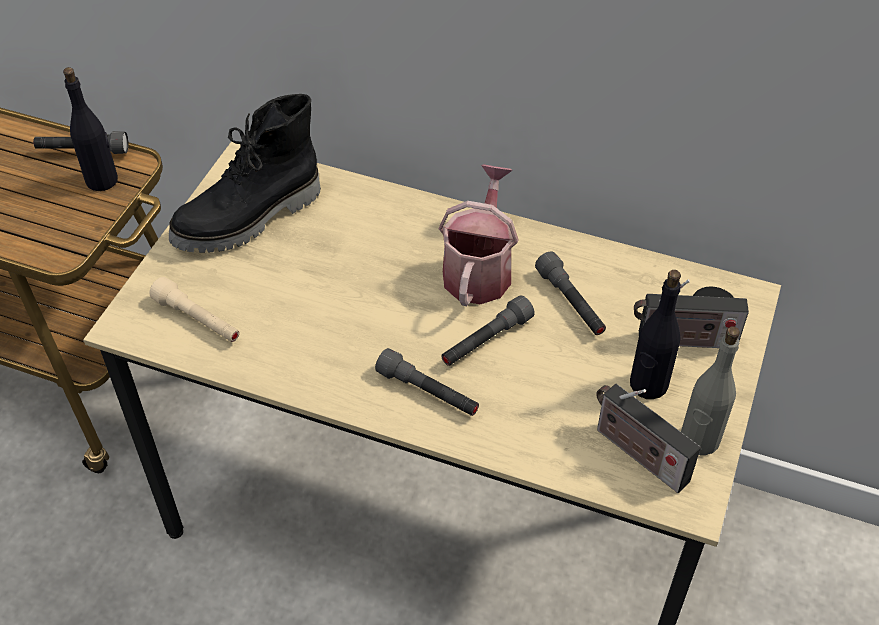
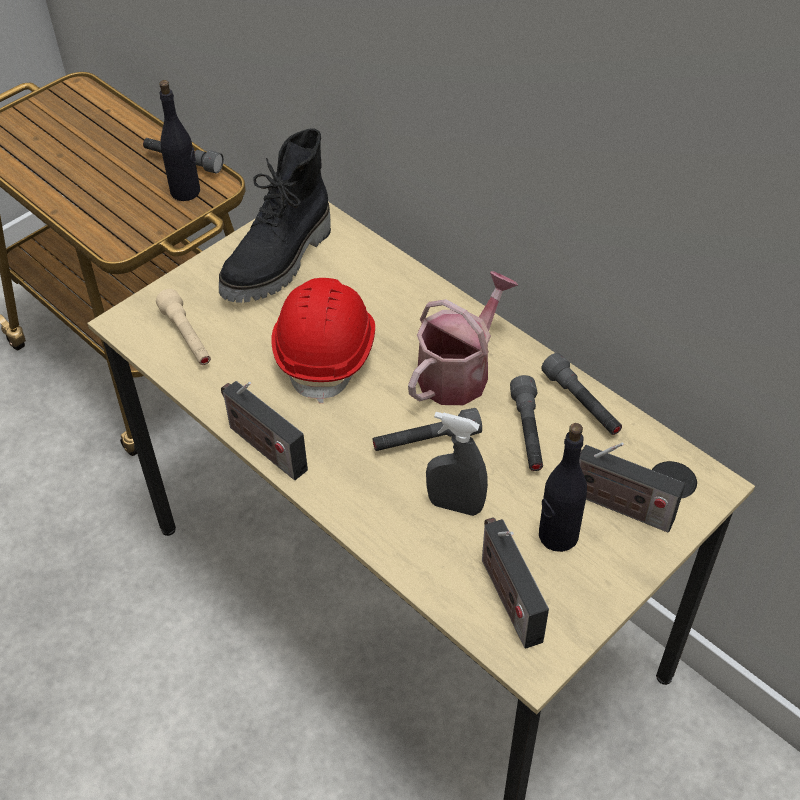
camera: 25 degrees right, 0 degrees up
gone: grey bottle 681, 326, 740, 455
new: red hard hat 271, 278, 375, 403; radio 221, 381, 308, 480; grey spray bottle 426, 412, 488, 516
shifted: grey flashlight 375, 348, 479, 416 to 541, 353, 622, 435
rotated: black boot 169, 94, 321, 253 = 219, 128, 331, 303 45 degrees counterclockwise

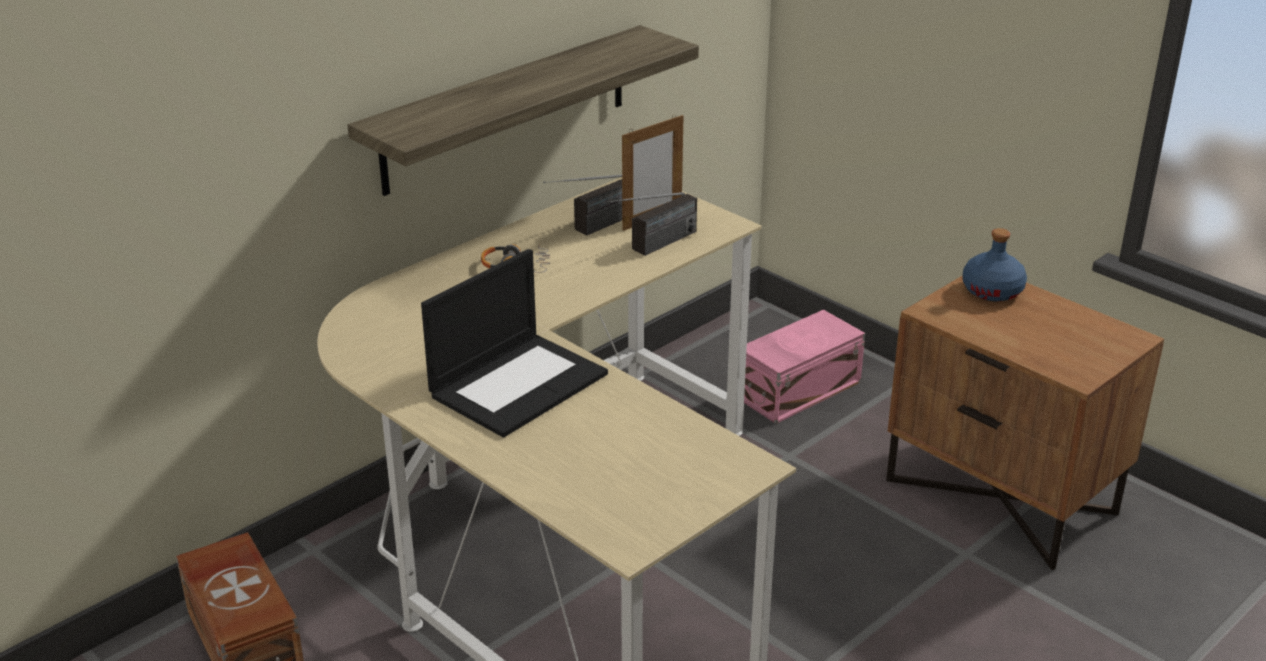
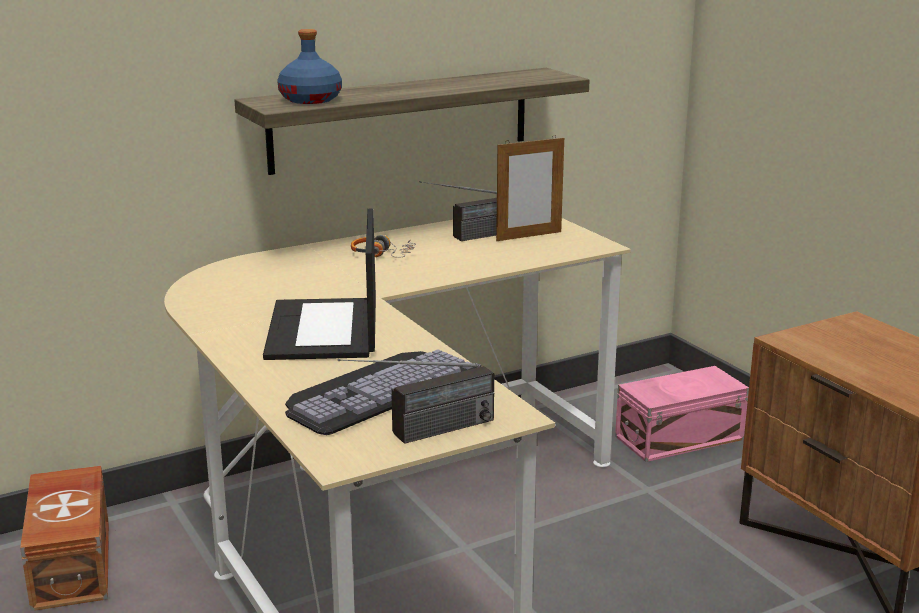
camera: 15 degrees right, 10 degrees down
new: keyboard 285, 349, 477, 435
shifted: radio 603, 192, 697, 256 to 338, 359, 494, 444; blue bottle 962, 228, 1027, 301 to 277, 29, 342, 104
rotated: laptop 421, 249, 608, 437 = 263, 209, 376, 360 120 degrees clockwise

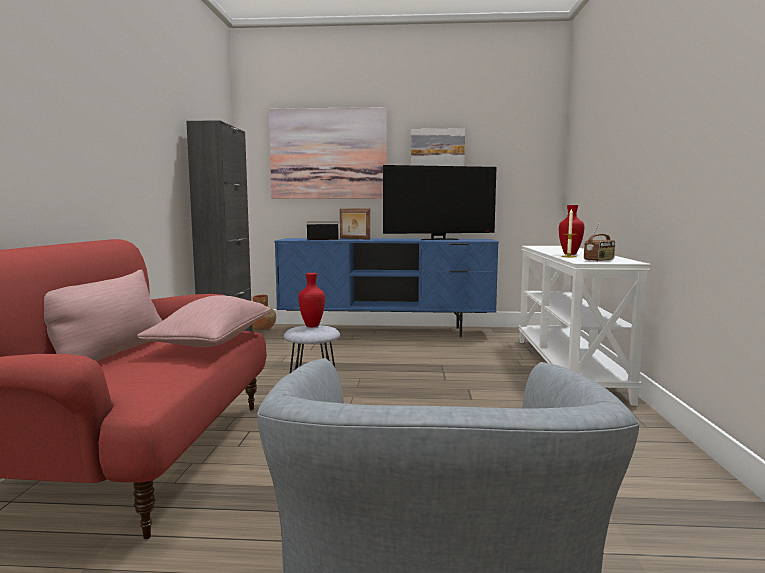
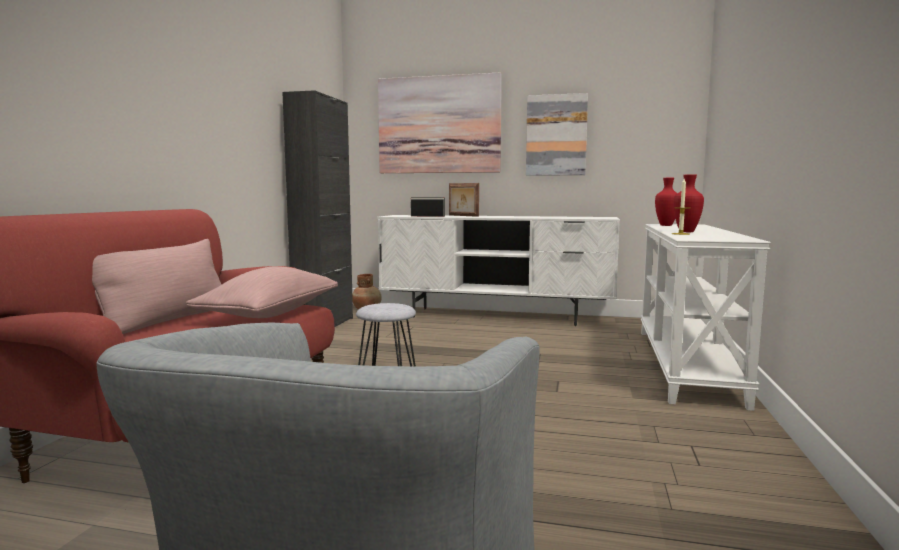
camera: 10 degrees right, 0 degrees up
gone: television 383, 165, 497, 240; radio 584, 223, 615, 262
shifted: red vase 298, 273, 325, 327 to 655, 178, 677, 226
repainted: blue tv stand 275, 238, 499, 337 to white tv stand 377, 215, 620, 326

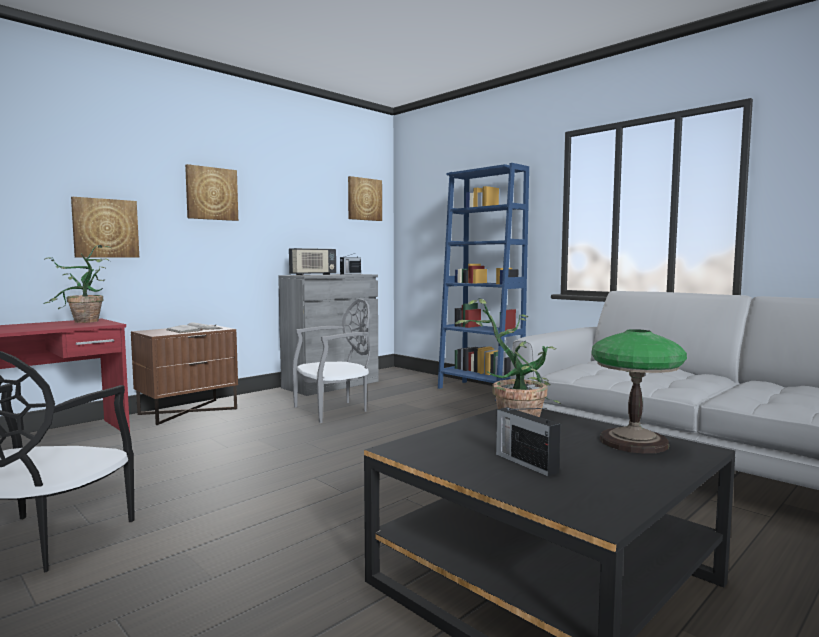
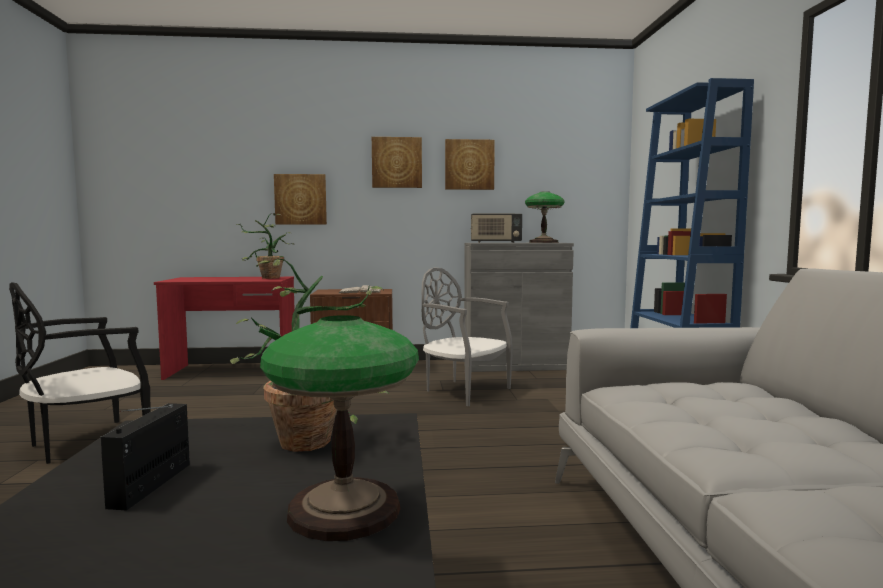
camera: 40 degrees right, 0 degrees up
shifted: picture 348, 176, 382, 221 to 445, 139, 495, 190
swapped: radio 340, 253, 361, 275 to table lamp 525, 191, 565, 243
rotated: grey chair 292, 299, 370, 423 = 422, 267, 513, 406 150 degrees counterclockwise

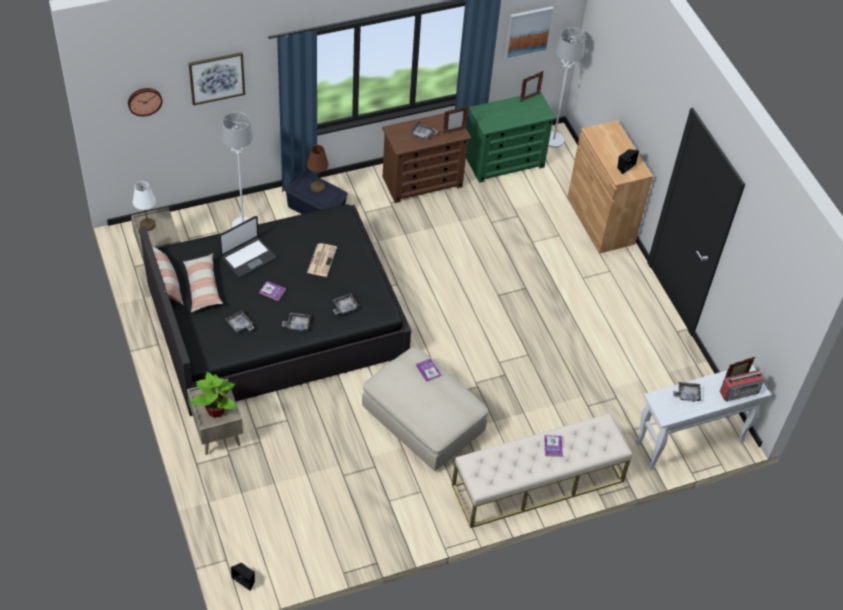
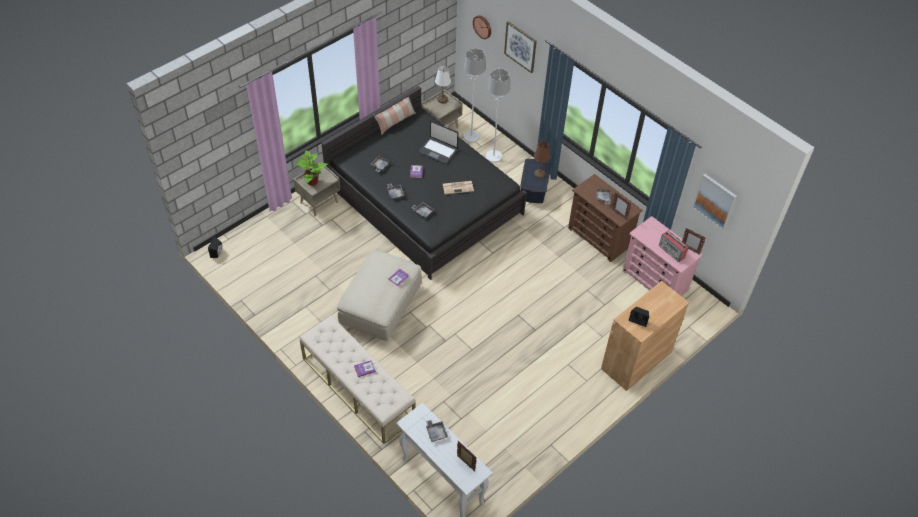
camera: 70 degrees right, 0 degrees up
gone: pillow 183, 253, 223, 312
shifted: white floor lamp 548, 27, 585, 148 to 463, 48, 486, 143; radio 720, 370, 765, 401 to 659, 230, 689, 262
repainted: green dresser 466, 91, 556, 183 to pink dresser 623, 216, 703, 296

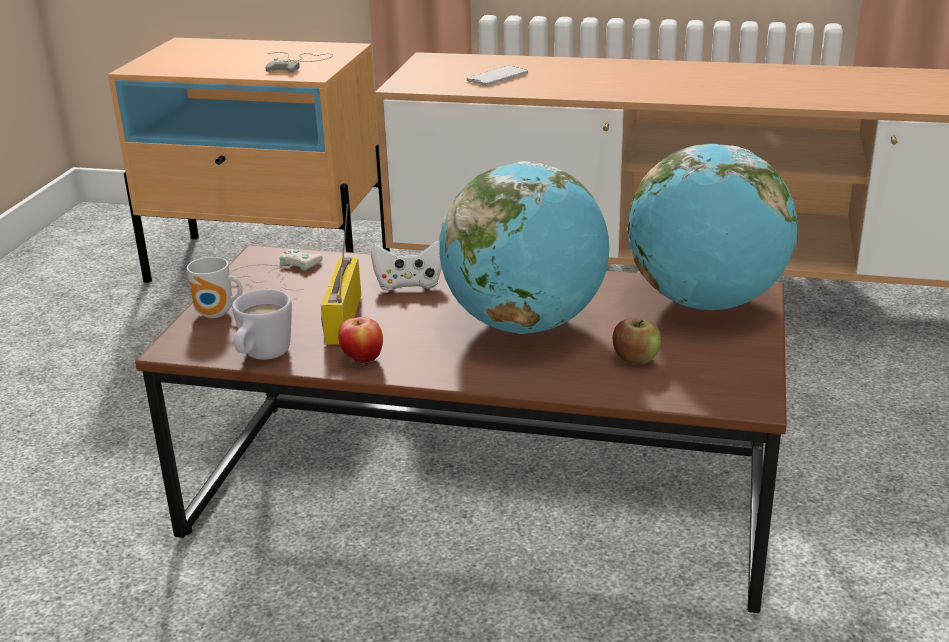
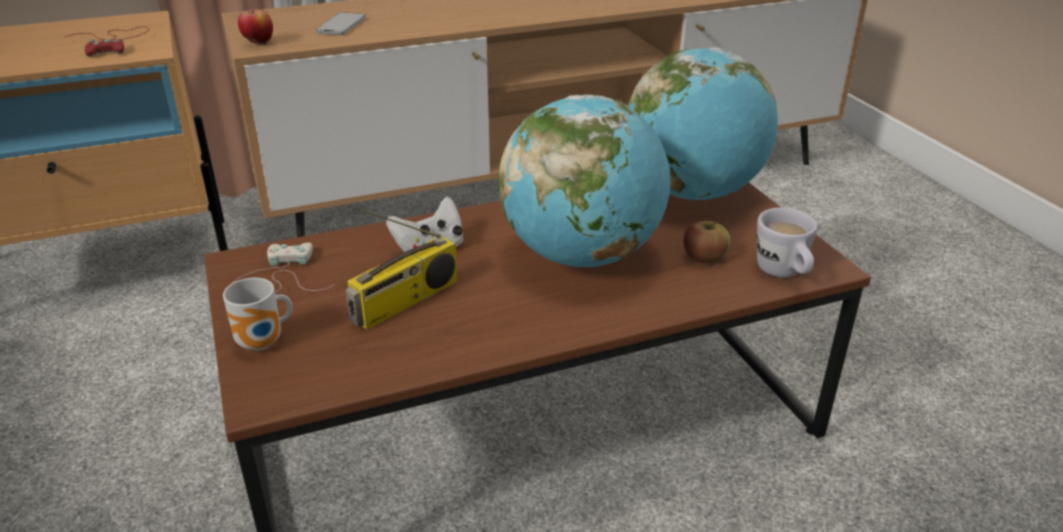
camera: 35 degrees left, 5 degrees up
shifted: white mug 232, 289, 292, 360 to 757, 208, 817, 277; apple 338, 317, 383, 365 to 238, 9, 273, 45
repainted: grey game controller 265, 52, 333, 73 to red game controller 64, 26, 149, 57
rotated: radio 321, 204, 361, 345 = 345, 208, 458, 330 105 degrees counterclockwise

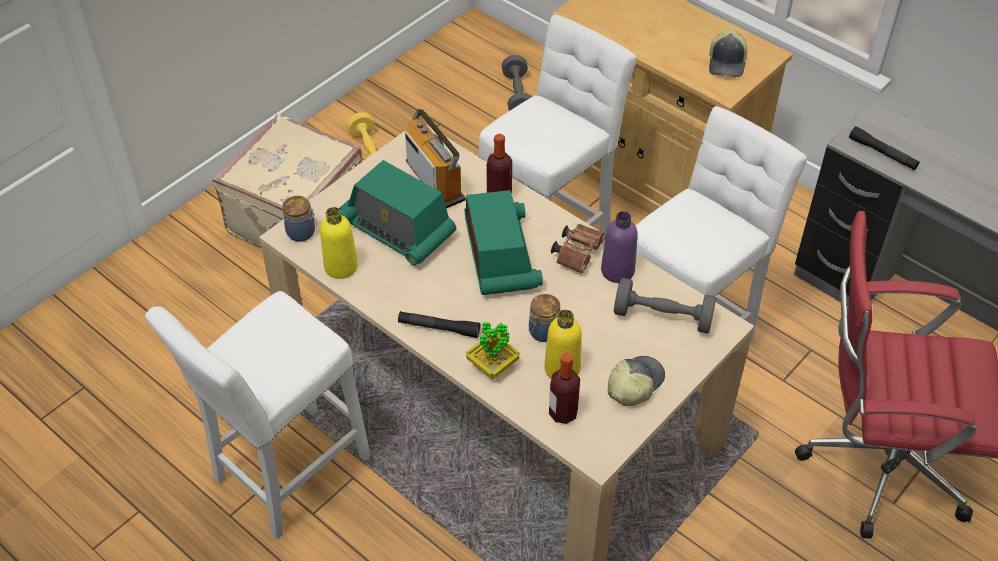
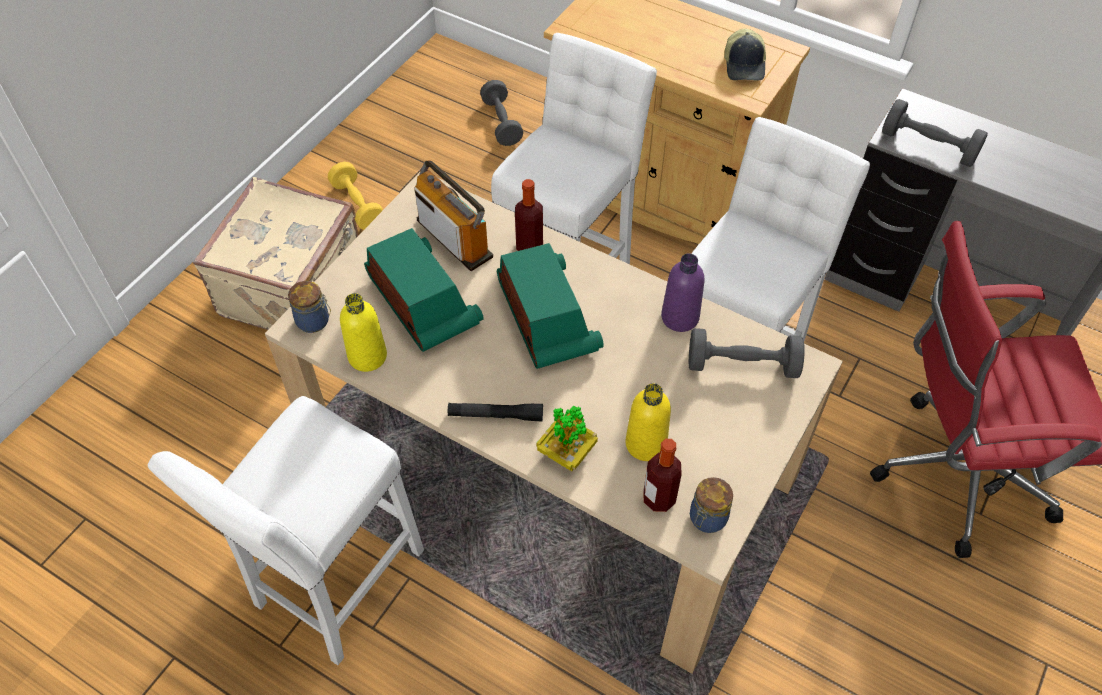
camera: 10 degrees left, 5 degrees up
gone: brown binoculars 551, 224, 606, 274; cap 608, 356, 665, 406
shifted: jar 529, 294, 560, 342 to 690, 477, 733, 533
swapped: black flashlight 849, 126, 920, 170 to grey dumbbell 882, 99, 988, 167
rotated: radio 339, 160, 456, 265 = 364, 228, 484, 352 150 degrees counterclockwise

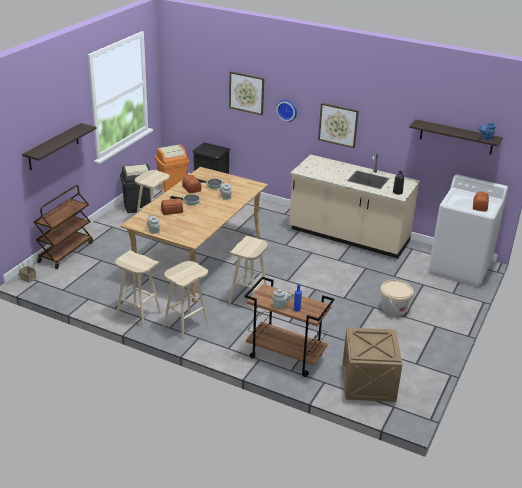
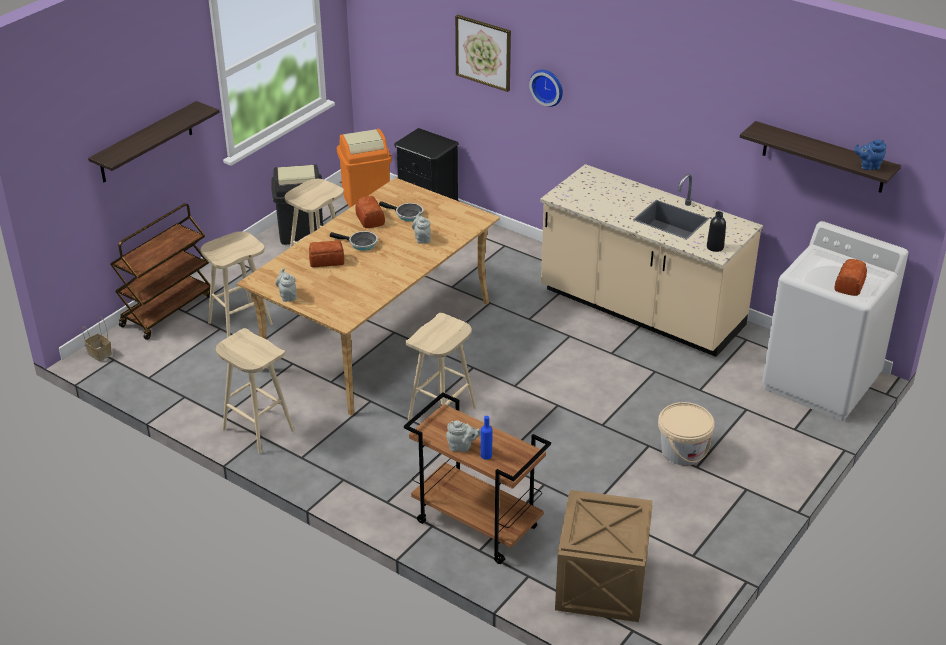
camera: 10 degrees right, 5 degrees up
gone: picture 318, 103, 359, 148
shifted: beige stool 163, 261, 209, 339 to 201, 231, 273, 338

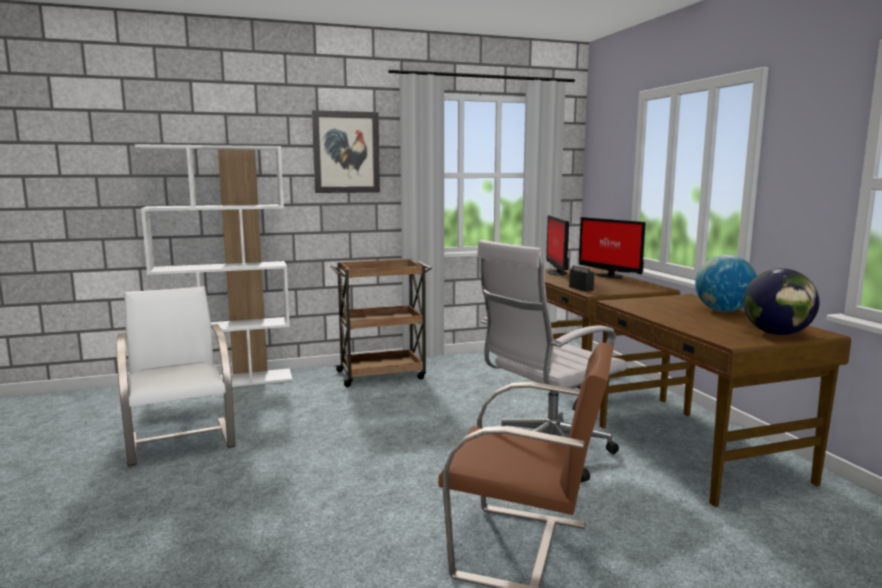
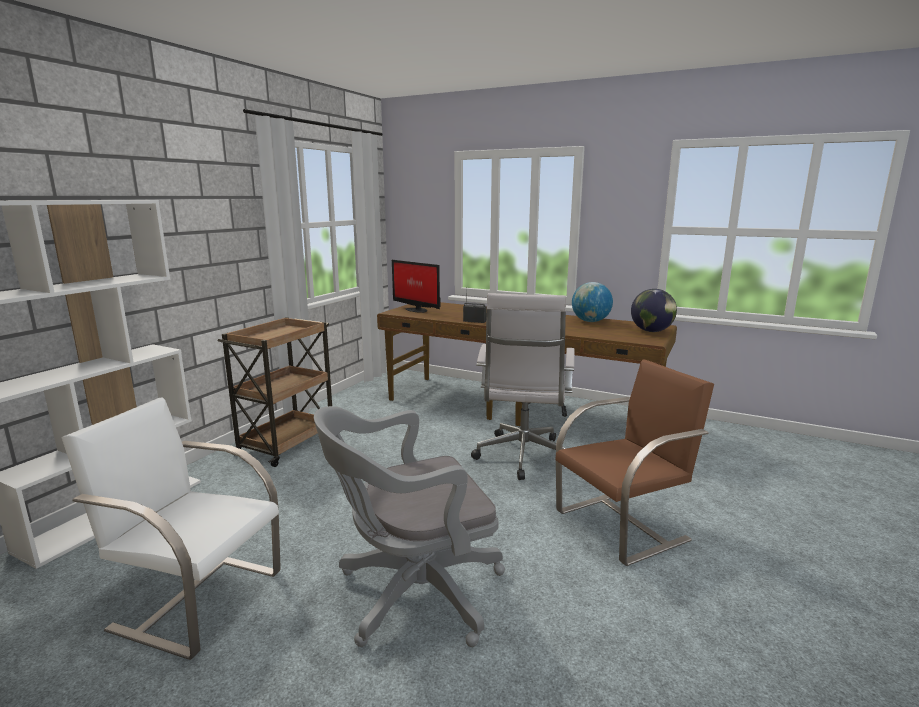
camera: 45 degrees left, 5 degrees up
gone: picture 312, 110, 380, 193; monitor 579, 217, 646, 278
new: grey office chair 314, 406, 505, 647

